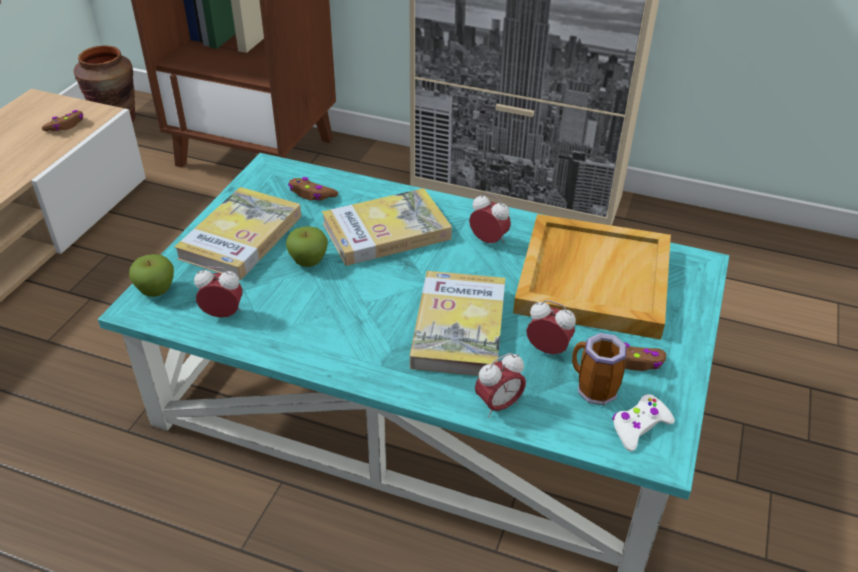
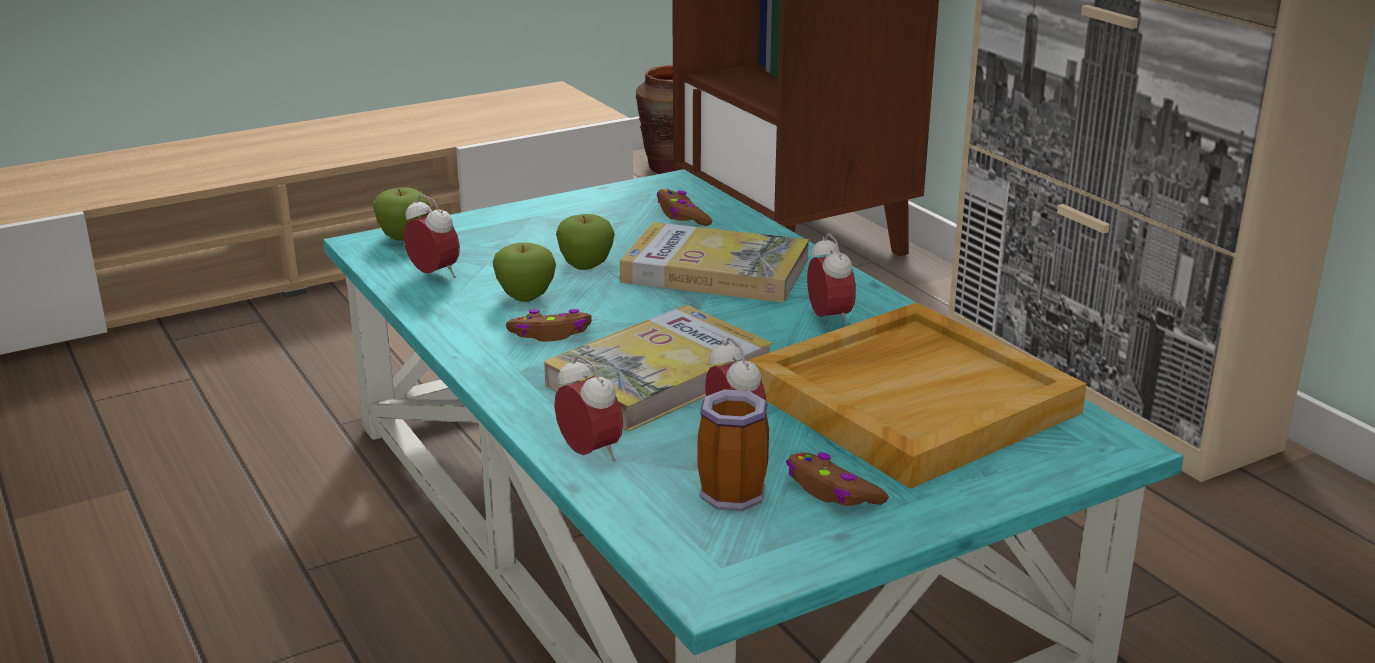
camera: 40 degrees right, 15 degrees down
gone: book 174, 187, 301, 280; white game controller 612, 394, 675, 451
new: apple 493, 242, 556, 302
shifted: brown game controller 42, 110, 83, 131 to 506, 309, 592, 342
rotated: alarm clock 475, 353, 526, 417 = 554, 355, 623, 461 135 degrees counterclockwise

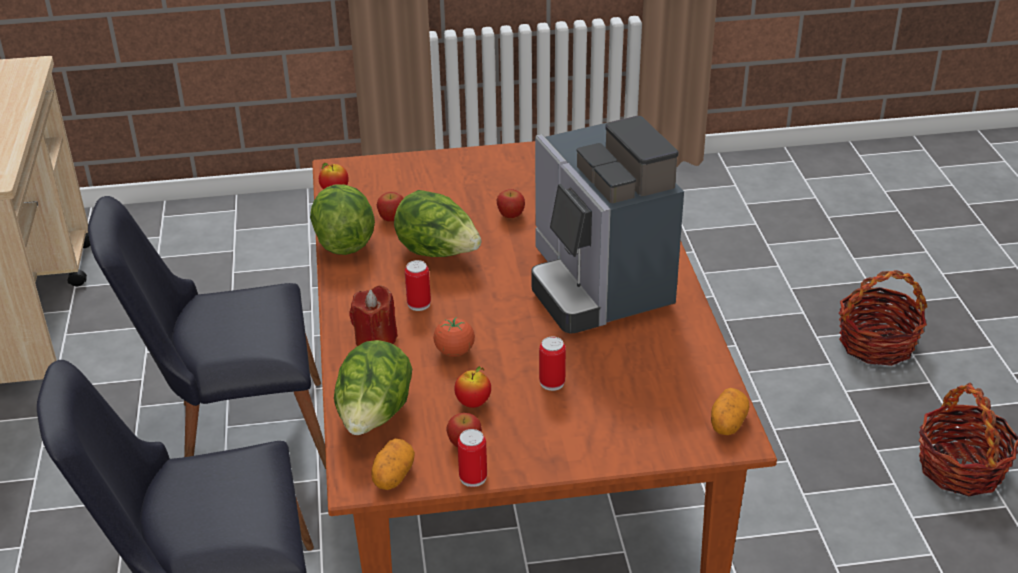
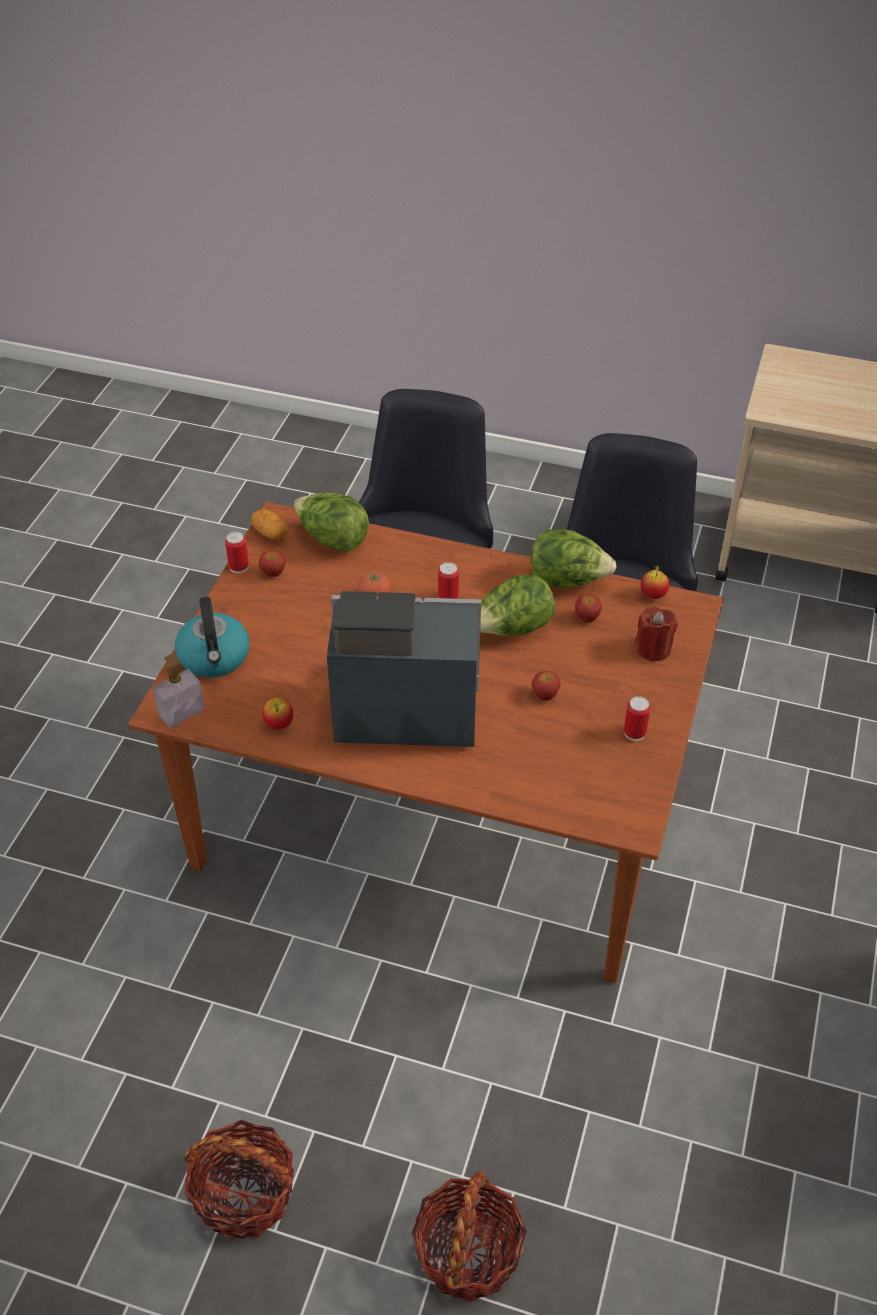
camera: 115 degrees right, 10 degrees up
new: kettle 175, 597, 249, 678
shifted: red candle 349, 286, 398, 346 to 635, 606, 678, 662; can 539, 336, 566, 391 to 624, 696, 650, 741; apple 454, 366, 491, 408 to 262, 698, 293, 730
swapped: potato 711, 388, 749, 435 to soap dispenser 153, 653, 204, 728

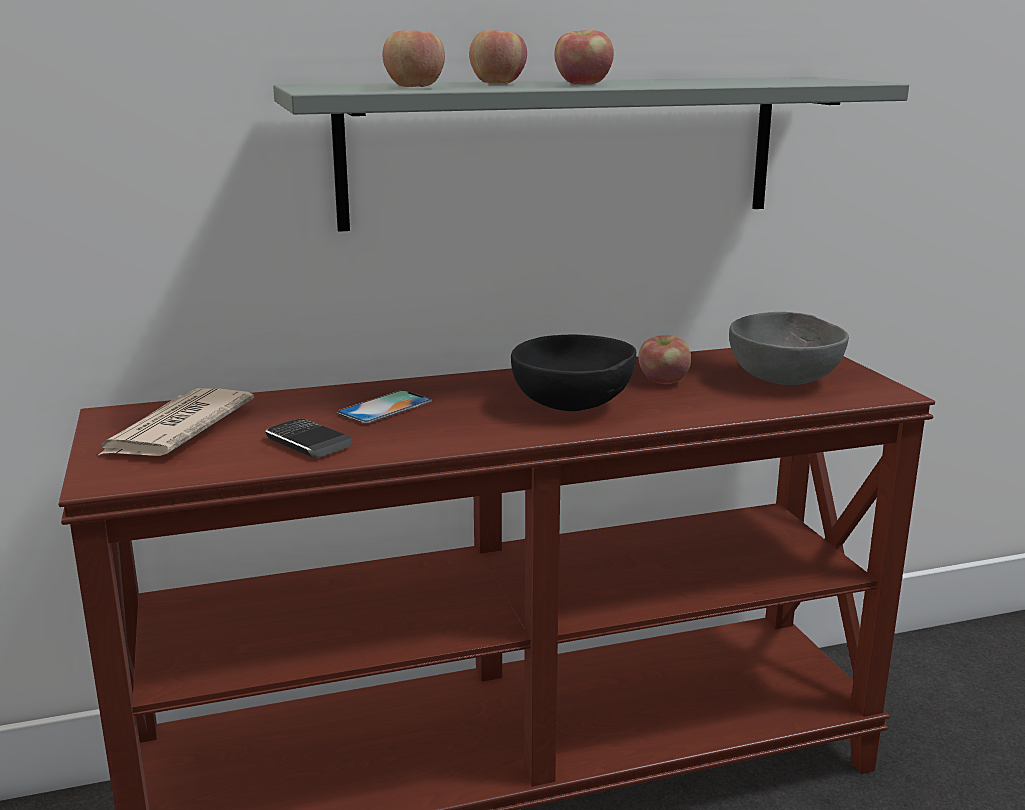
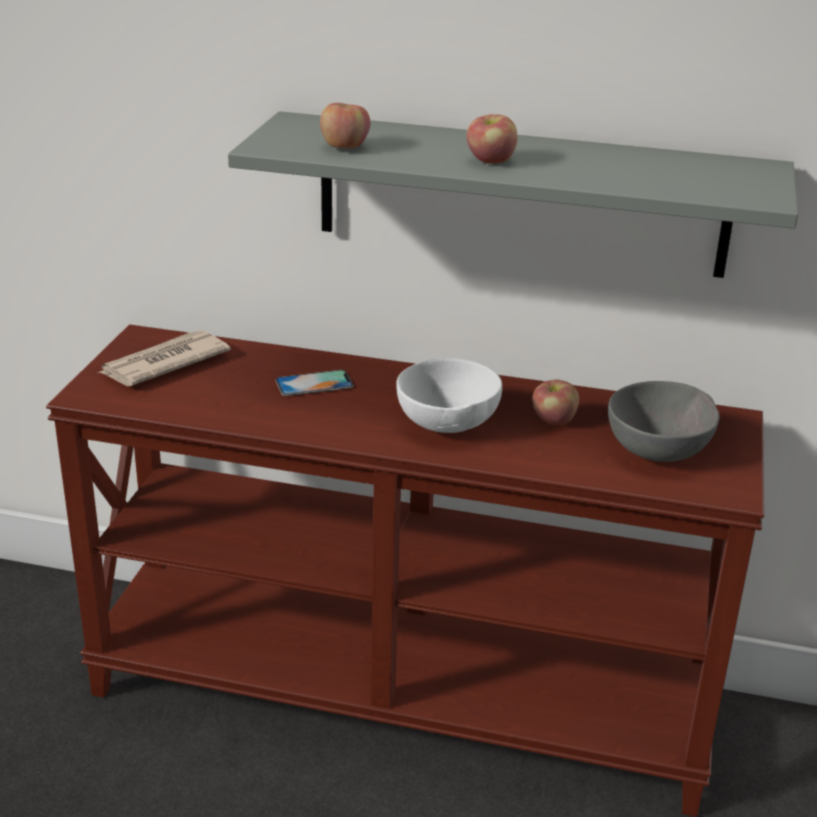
camera: 30 degrees right, 10 degrees up
gone: apple 469, 30, 527, 84; phone 265, 419, 351, 459
repainted: black bowl 511, 335, 636, 411 to white bowl 396, 358, 502, 433

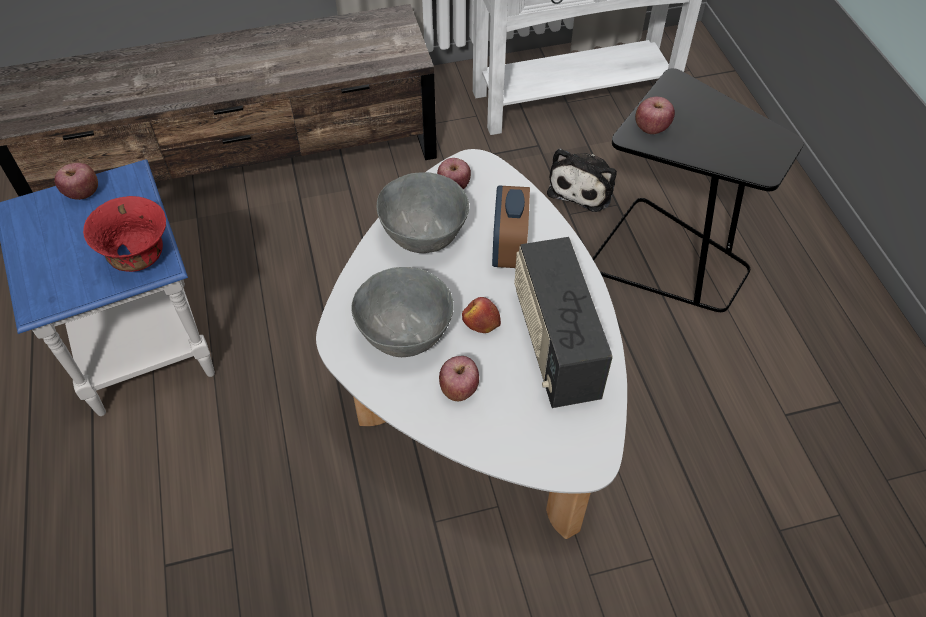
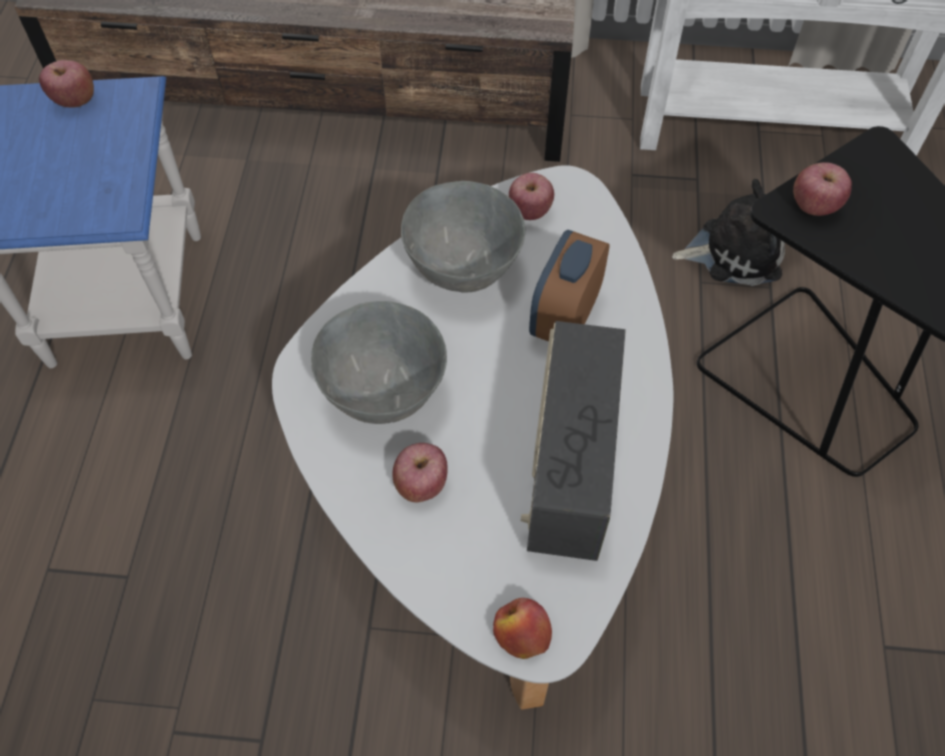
camera: 20 degrees right, 5 degrees up
gone: red bowl 83, 196, 166, 272
shifted: apple 462, 297, 501, 333 to 493, 598, 552, 659
rotated: plush toy 547, 148, 617, 212 = 672, 179, 785, 286 135 degrees counterclockwise

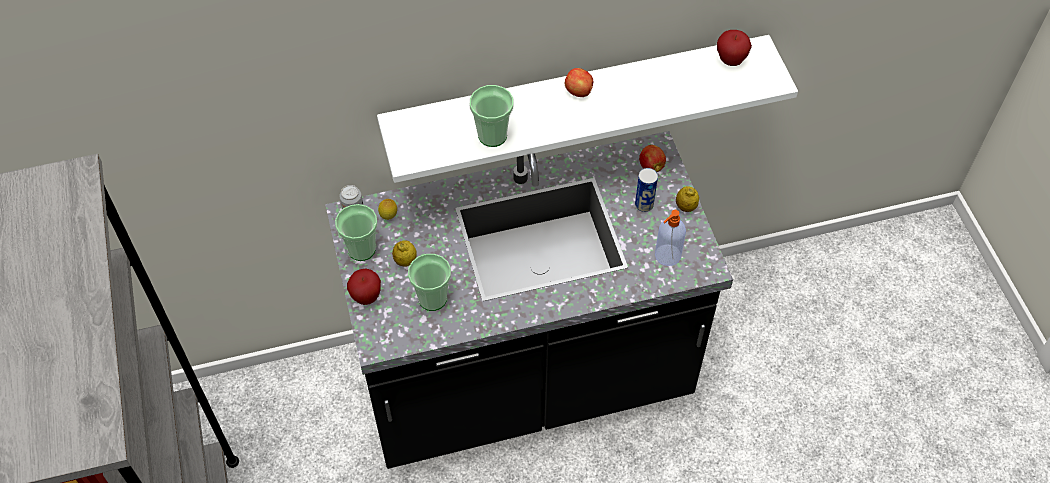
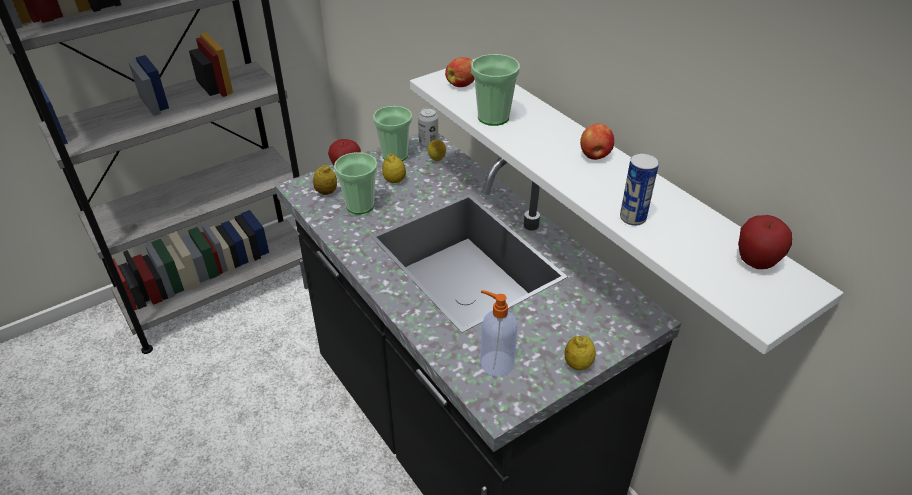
camera: 70 degrees right, 15 degrees down
new: lemon 313, 165, 337, 195
shifted: apple 639, 145, 666, 172 to 445, 57, 475, 87; can 635, 168, 658, 212 to 620, 153, 659, 226

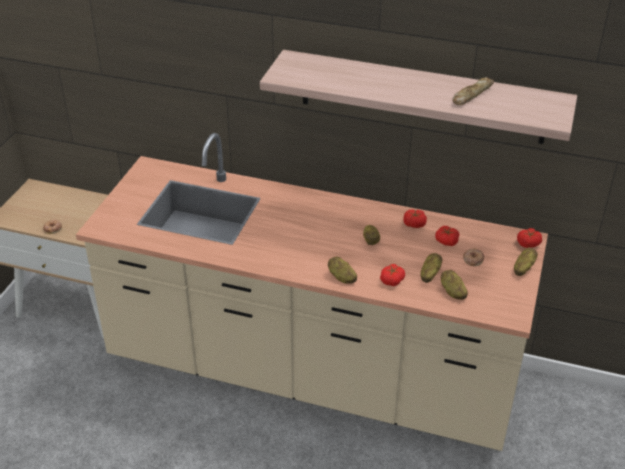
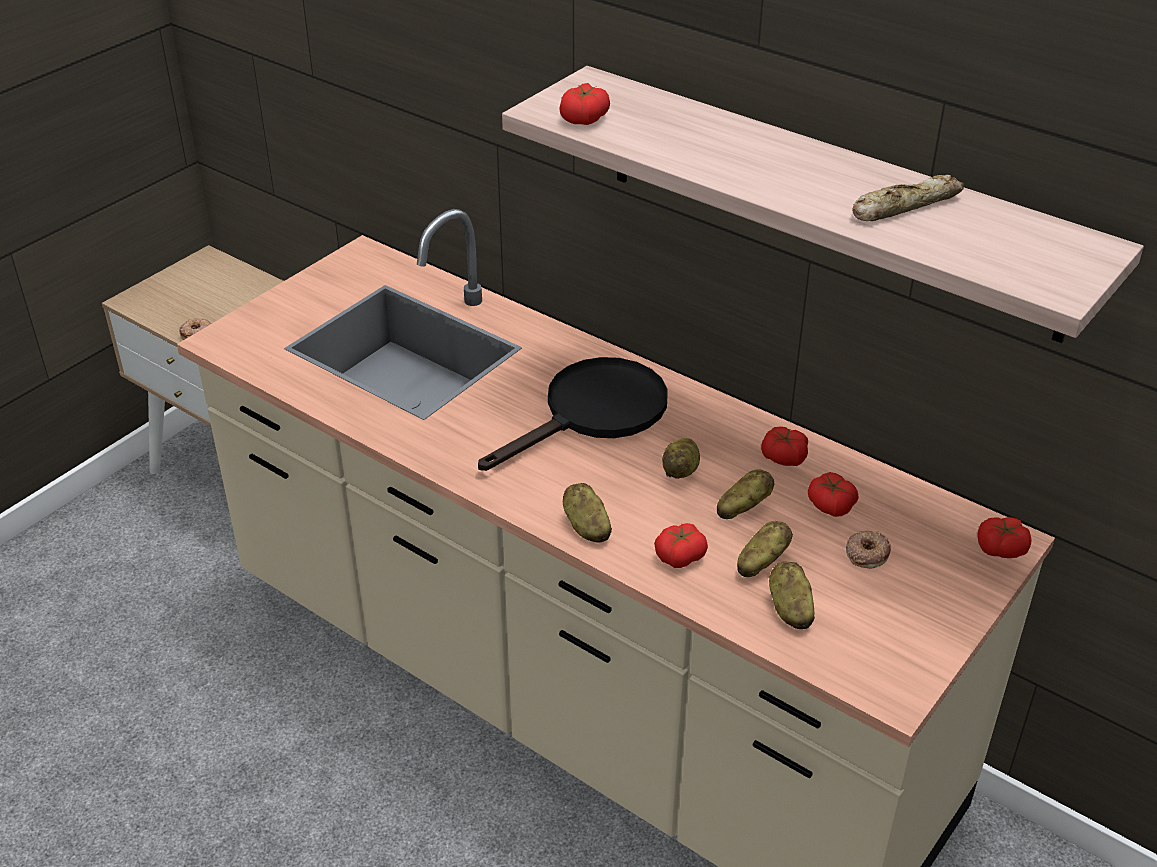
camera: 20 degrees right, 0 degrees up
new: tomato 559, 83, 610, 125; black frying pan 478, 357, 667, 471
shifted: potato 514, 248, 538, 276 to 717, 470, 774, 519

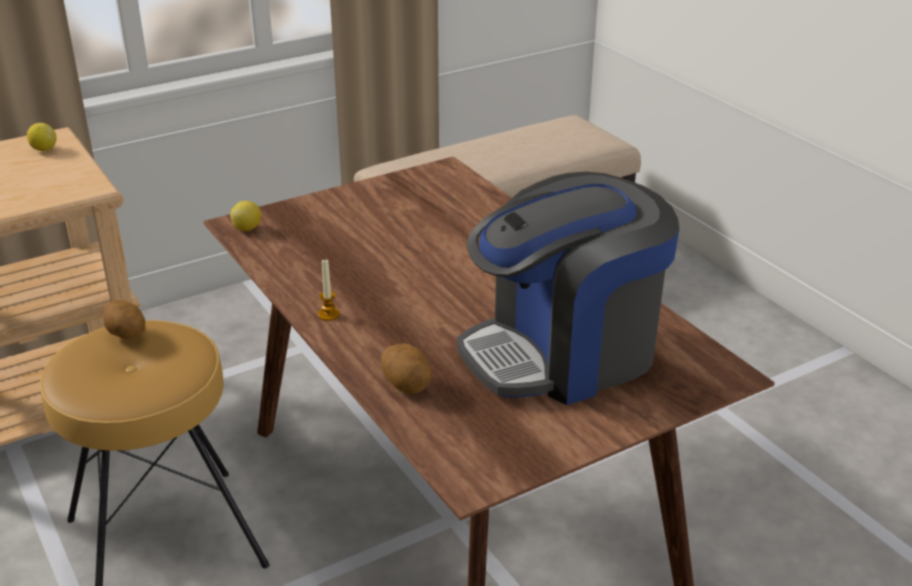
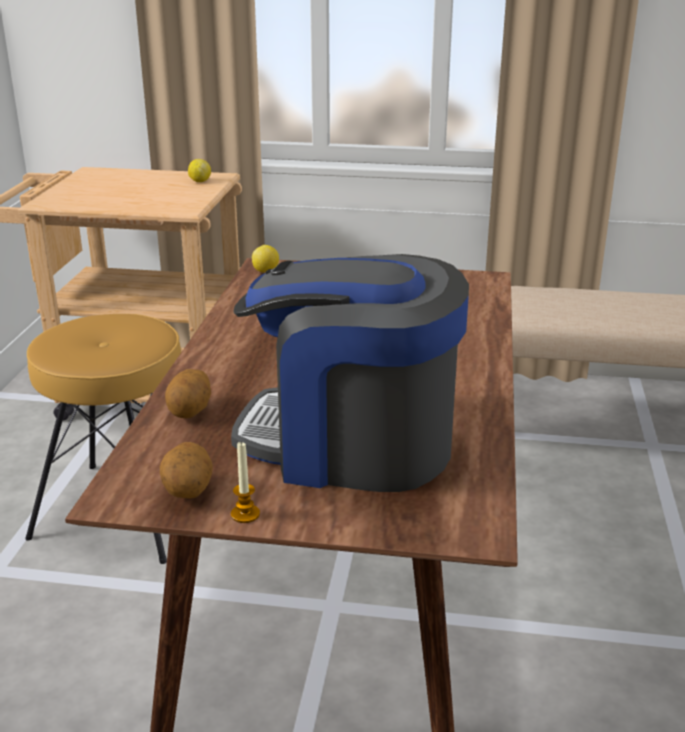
camera: 40 degrees right, 5 degrees down
shifted: candle 318, 260, 340, 321 to 231, 441, 260, 523; potato 103, 300, 145, 339 to 160, 442, 213, 499

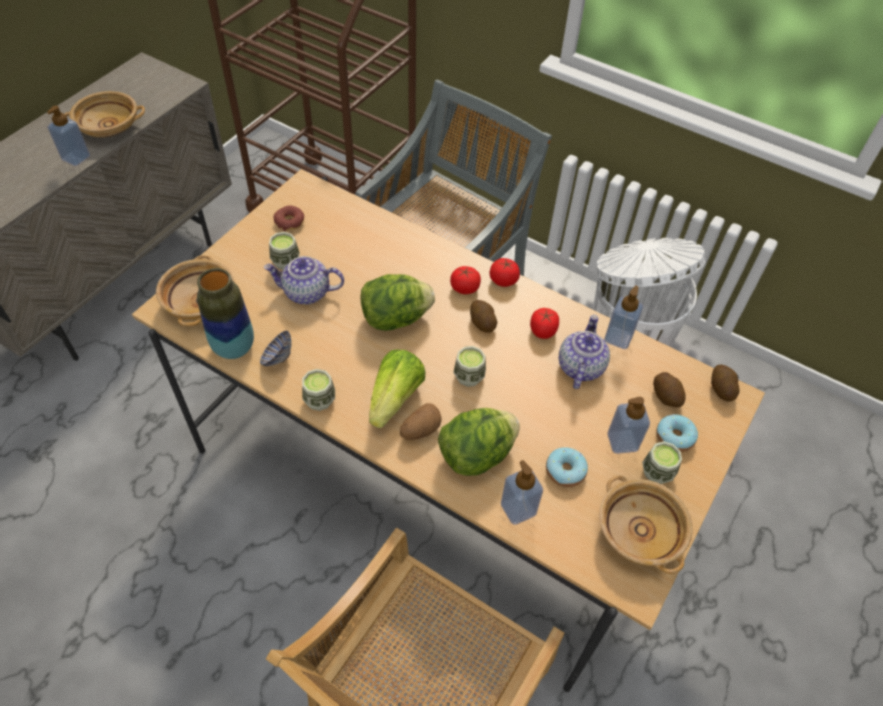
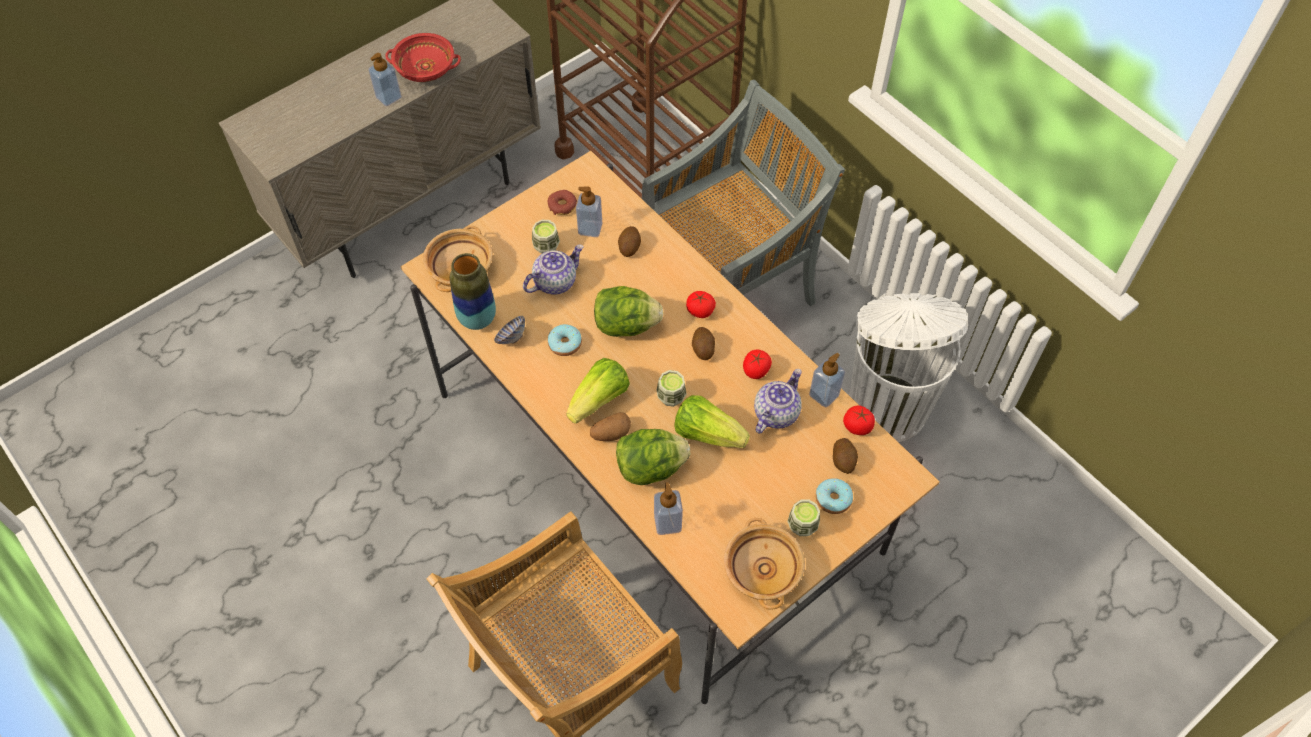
camera: 20 degrees right, 5 degrees up
gone: cup 302, 369, 335, 411
new: lettuce 674, 395, 750, 448
shifted: tomato 490, 258, 520, 287 to 843, 405, 875, 435; potato 711, 365, 740, 401 to 618, 226, 641, 257; soap dispenser 607, 397, 650, 454 to 576, 187, 602, 237; donut 546, 447, 588, 487 to 548, 324, 582, 356
repainted: beige bowl 65, 91, 145, 138 to red bowl 385, 33, 461, 82
rotated: teapot 263, 256, 344, 304 = 523, 244, 584, 295 120 degrees clockwise

